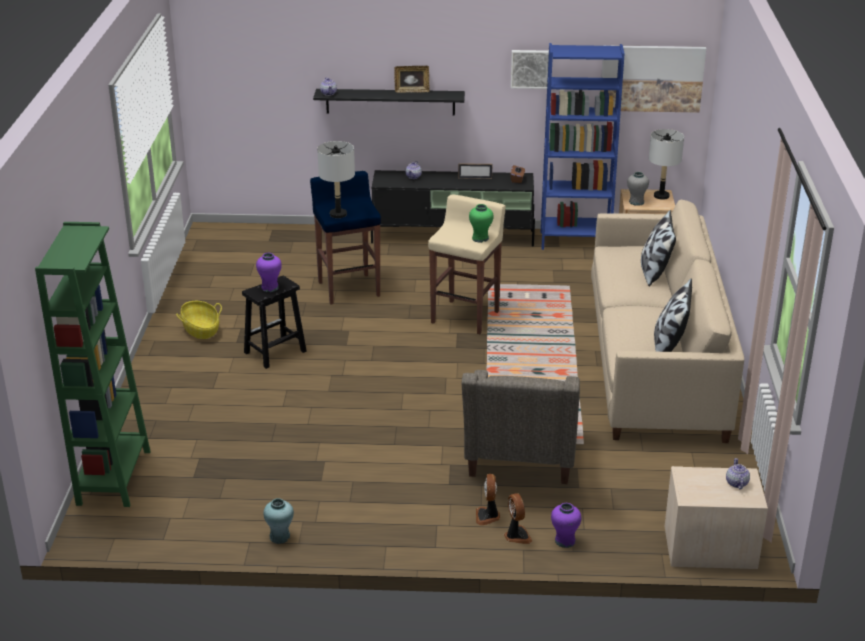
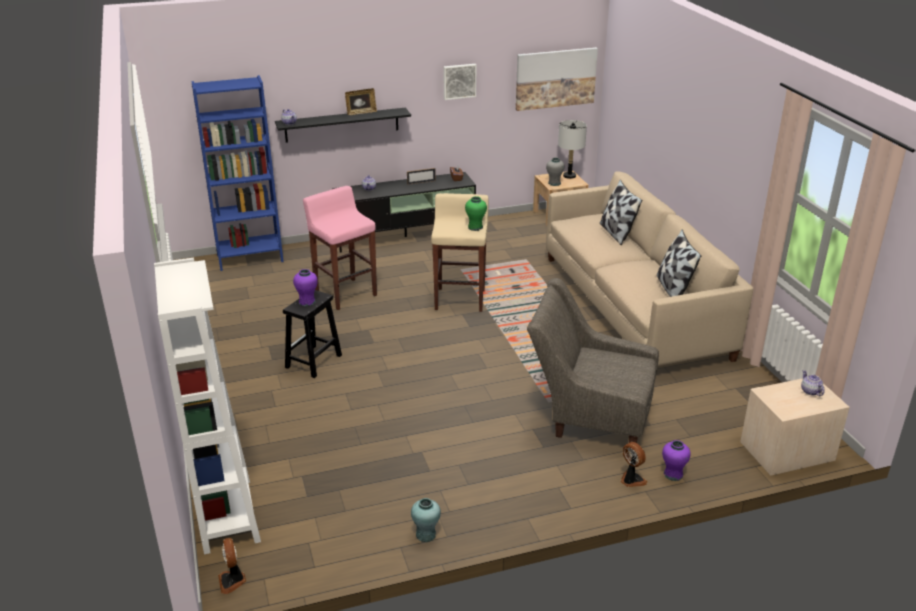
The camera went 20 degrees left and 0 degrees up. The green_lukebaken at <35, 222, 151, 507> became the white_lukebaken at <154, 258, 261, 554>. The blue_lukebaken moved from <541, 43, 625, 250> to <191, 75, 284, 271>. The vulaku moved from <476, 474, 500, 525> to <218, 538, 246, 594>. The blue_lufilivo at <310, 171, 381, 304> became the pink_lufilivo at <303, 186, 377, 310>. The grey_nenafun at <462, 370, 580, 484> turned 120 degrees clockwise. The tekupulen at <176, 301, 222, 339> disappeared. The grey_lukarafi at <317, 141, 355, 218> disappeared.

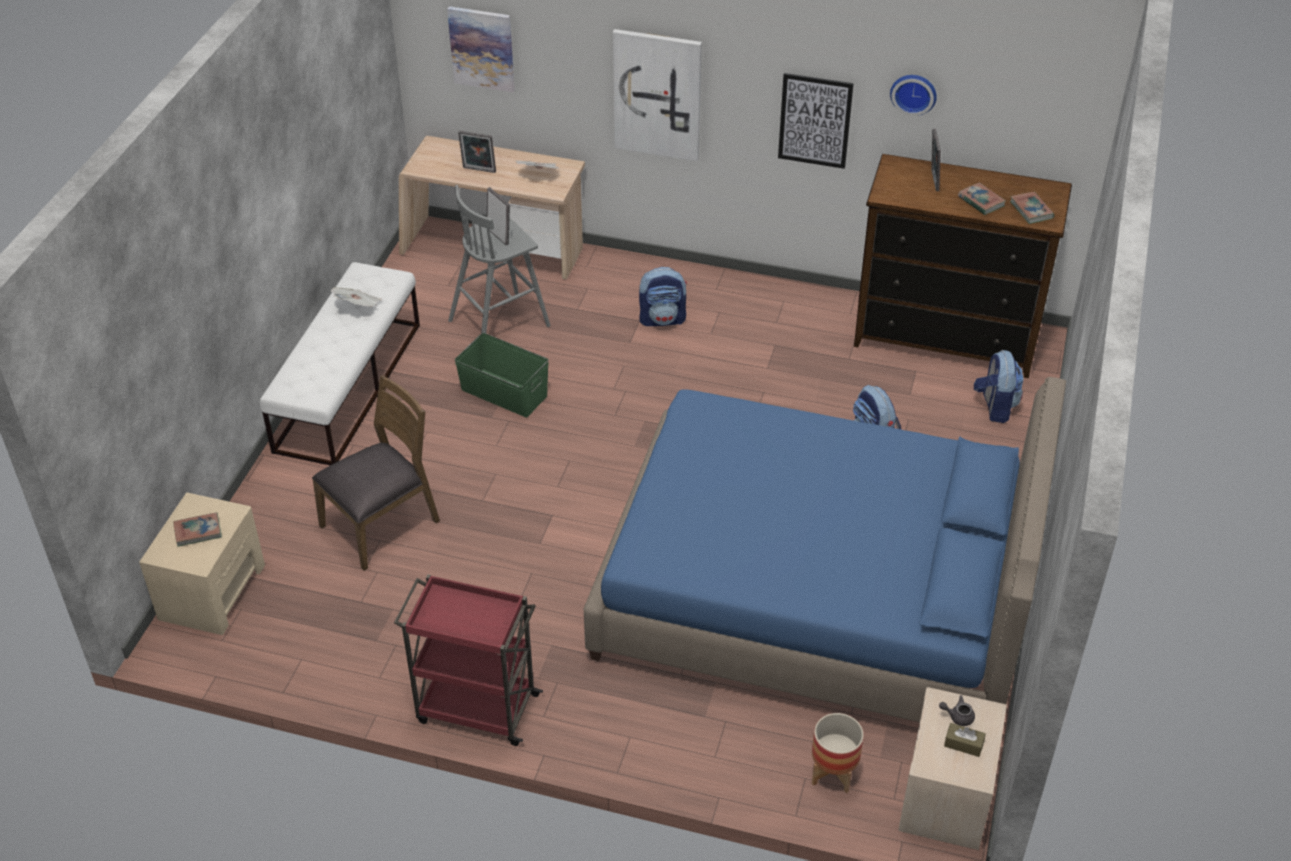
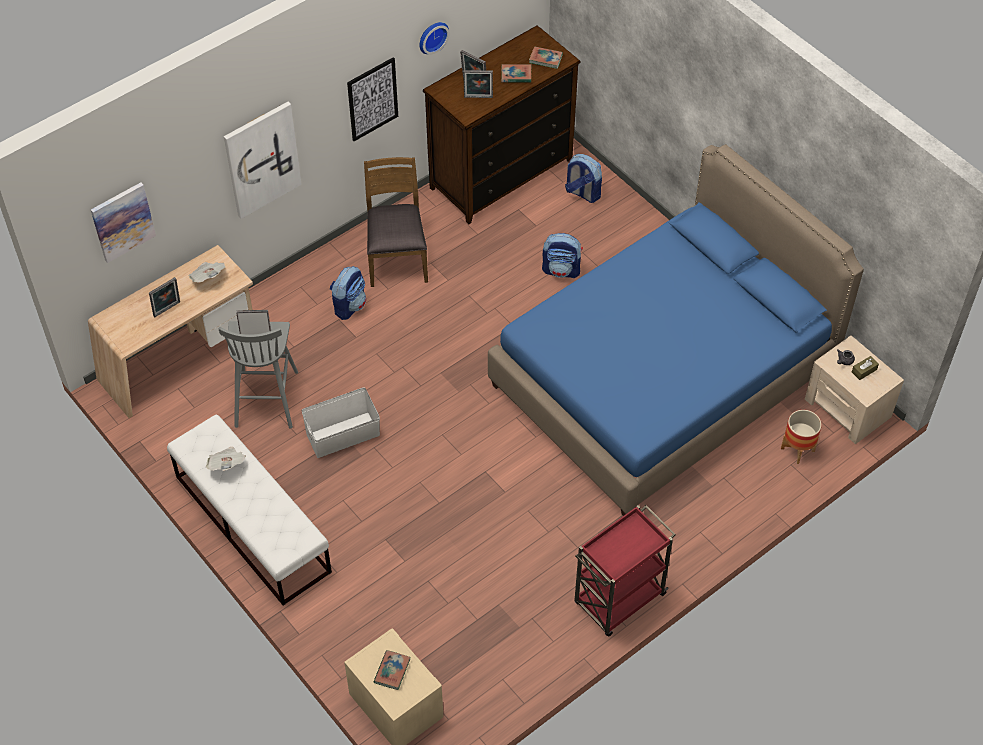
The camera went 55 degrees left and 10 degrees up. The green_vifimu at <455, 333, 549, 417> became the white_vifimu at <301, 387, 380, 458>. The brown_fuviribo moved from <312, 375, 440, 571> to <364, 157, 428, 287>. The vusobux at <463, 70, 493, 98> appeared.

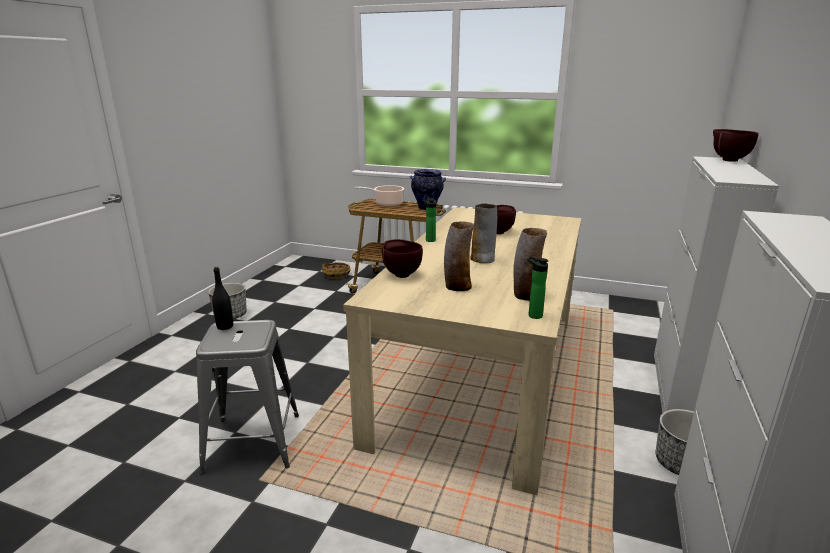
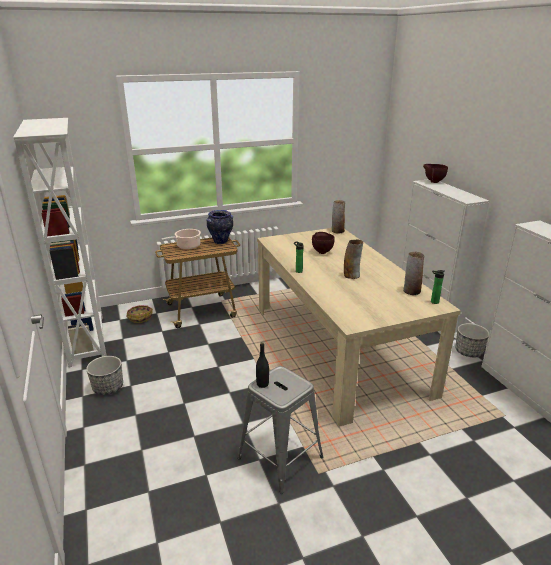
The camera went 40 degrees left and 5 degrees up. The white_lukebaken at <13, 118, 107, 367> appeared. The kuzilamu moved from <444, 221, 474, 291> to <332, 200, 345, 234>. The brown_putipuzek at <382, 239, 423, 278> disappeared.

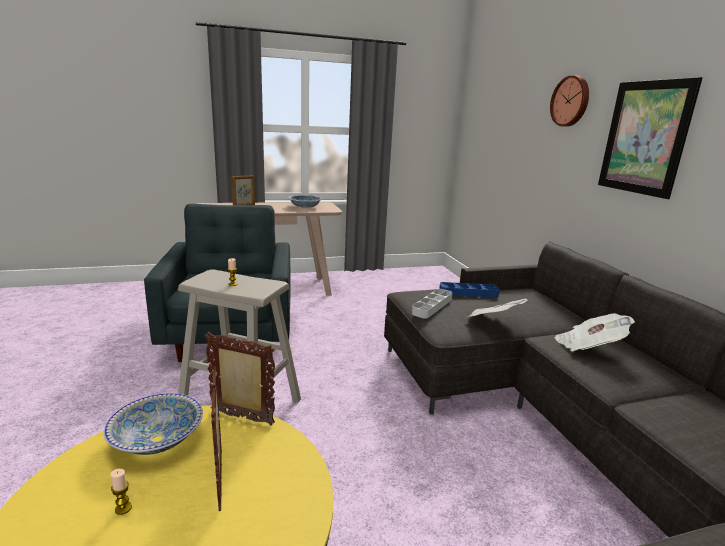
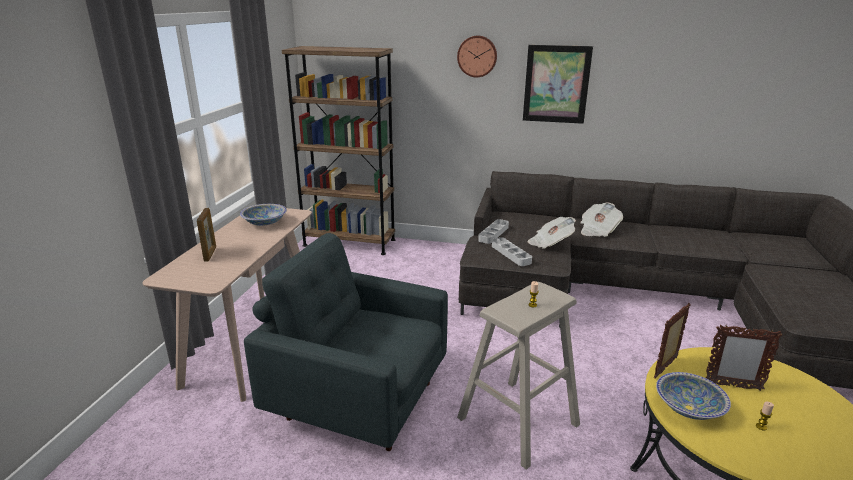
The camera went 60 degrees left and 5 degrees up. The brown_lukebaken at <282, 46, 395, 255> appeared. The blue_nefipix at <439, 282, 500, 298> became the grey_nefipix at <478, 219, 509, 244>.

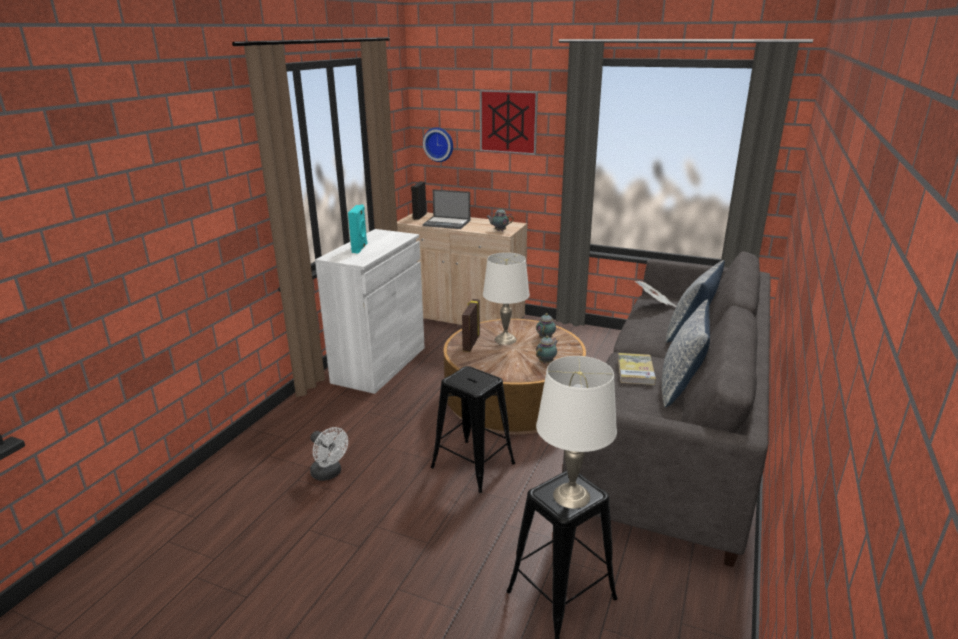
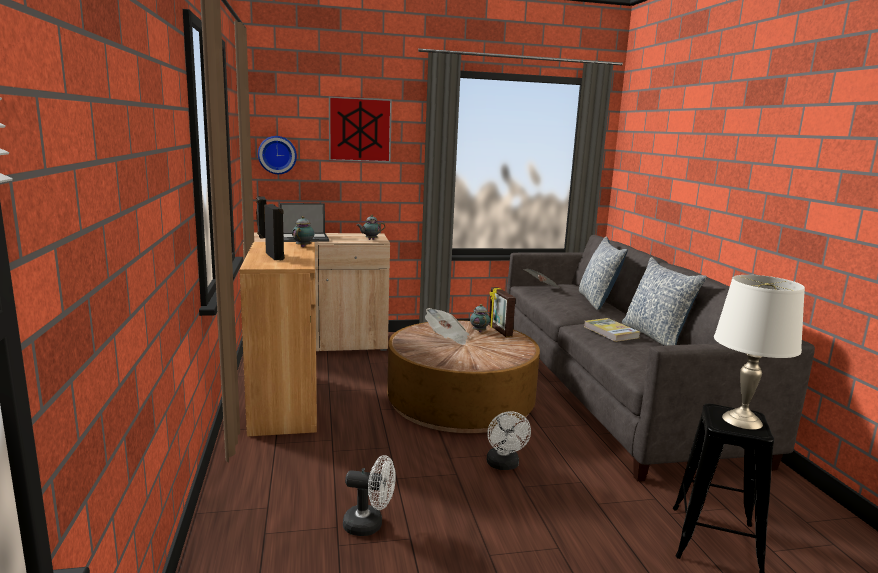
The camera went 35 degrees left and 10 degrees down. The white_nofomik at <315, 229, 425, 394> became the brown_nofomik at <240, 242, 317, 436>. The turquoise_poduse at <348, 205, 367, 254> became the black_poduse at <264, 204, 285, 260>. The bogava moved from <536, 336, 558, 363> to <292, 216, 314, 247>. The white_lukarafi at <483, 252, 530, 345> was replaced by the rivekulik at <425, 308, 469, 345>. The black_lufilivo at <431, 366, 515, 493> was replaced by the white_vulaku at <487, 411, 531, 470>. The vusobux moved from <462, 299, 480, 352> to <489, 287, 515, 337>.

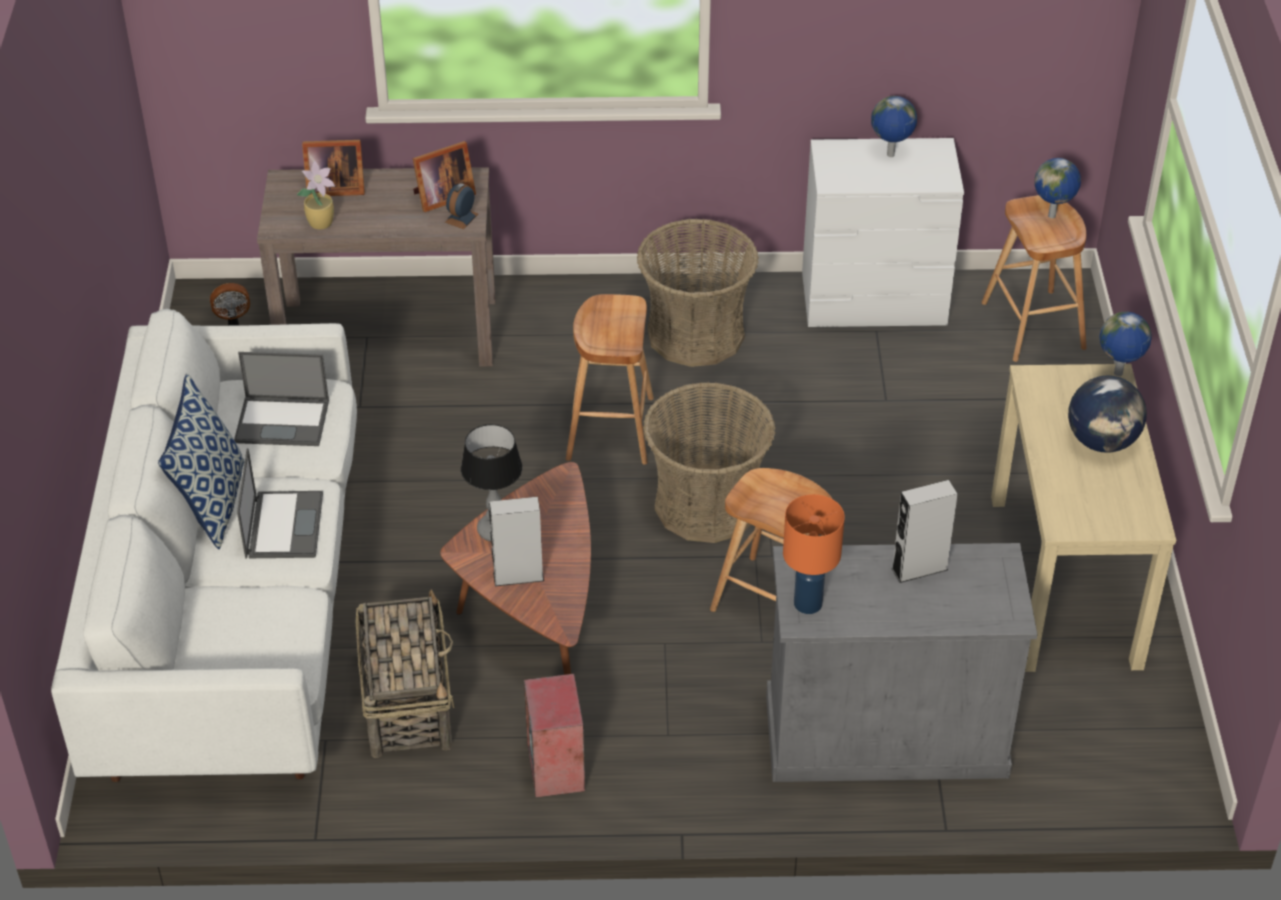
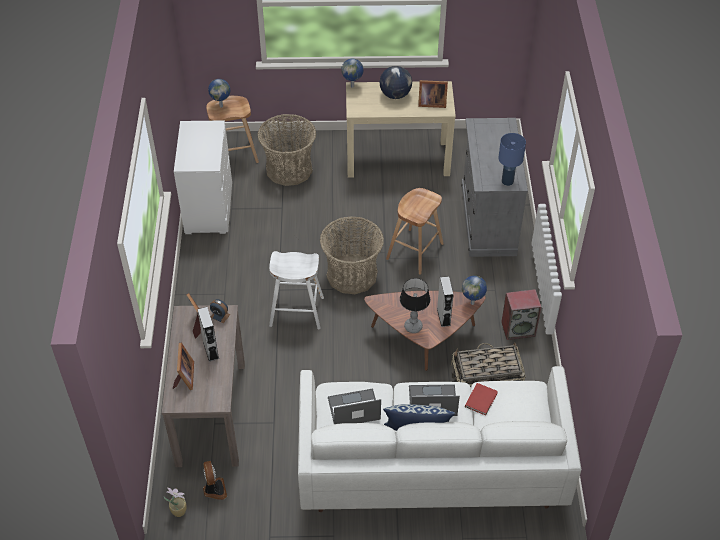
The camera went 90 degrees left and 5 degrees up. The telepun moved from <297, 160, 335, 230> to <164, 488, 187, 517>. The grey_poduse moved from <891, 480, 958, 583> to <197, 307, 219, 362>. The tekupulen moved from <637, 219, 759, 367> to <258, 114, 316, 186>. The brown_lufilivo at <566, 294, 654, 465> became the white_lufilivo at <269, 251, 324, 329>. The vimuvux at <234, 352, 329, 446> turned 105 degrees counterclockwise. The vusobux at <418, 80, 448, 108> appeared. The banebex moved from <871, 96, 917, 157> to <462, 276, 487, 305>. The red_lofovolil at <465, 383, 498, 416> appeared. The orange_lukarafi at <783, 494, 845, 614> became the blue_lukarafi at <498, 133, 526, 186>.

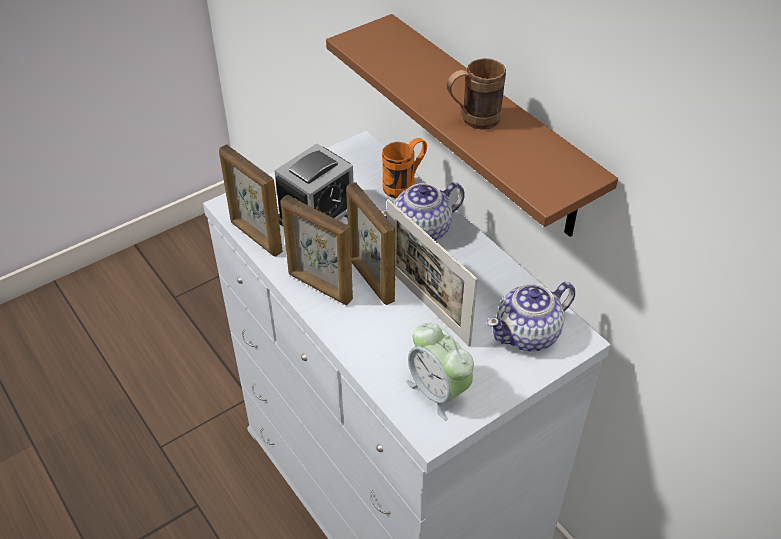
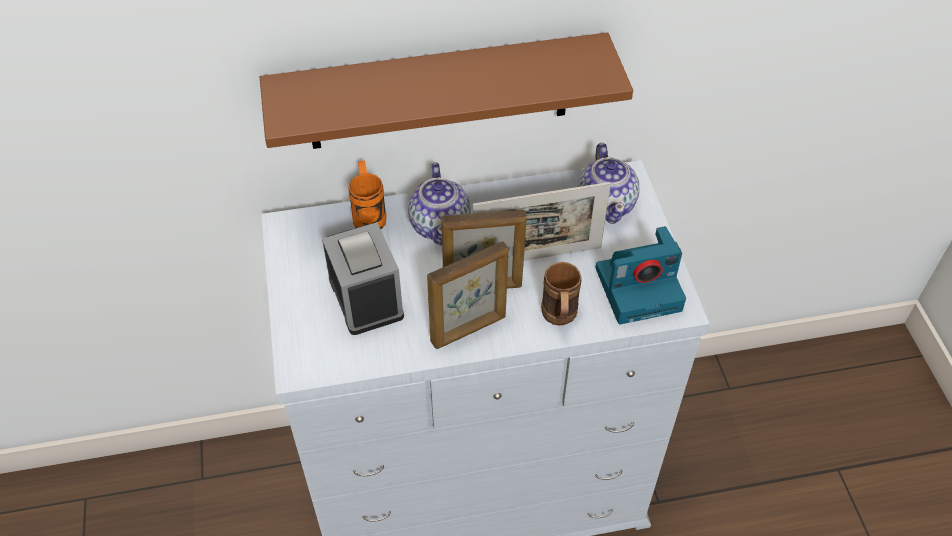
The camera went 65 degrees left and 5 degrees up. The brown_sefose moved from <447, 58, 506, 130> to <541, 262, 581, 325>. The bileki at <406, 323, 474, 420> was replaced by the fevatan at <596, 226, 686, 324>. The vusobux at <219, 144, 283, 257> disappeared.

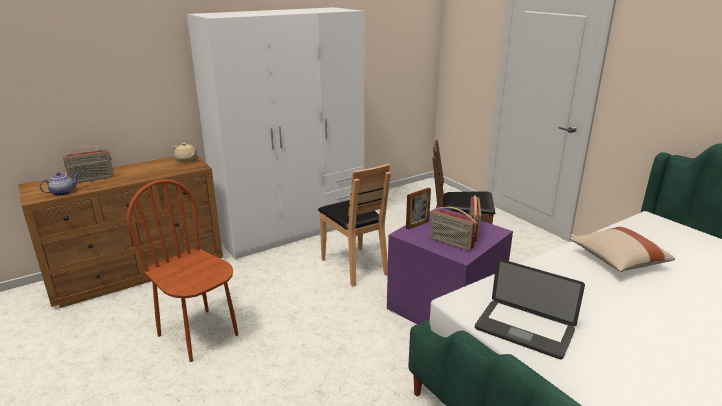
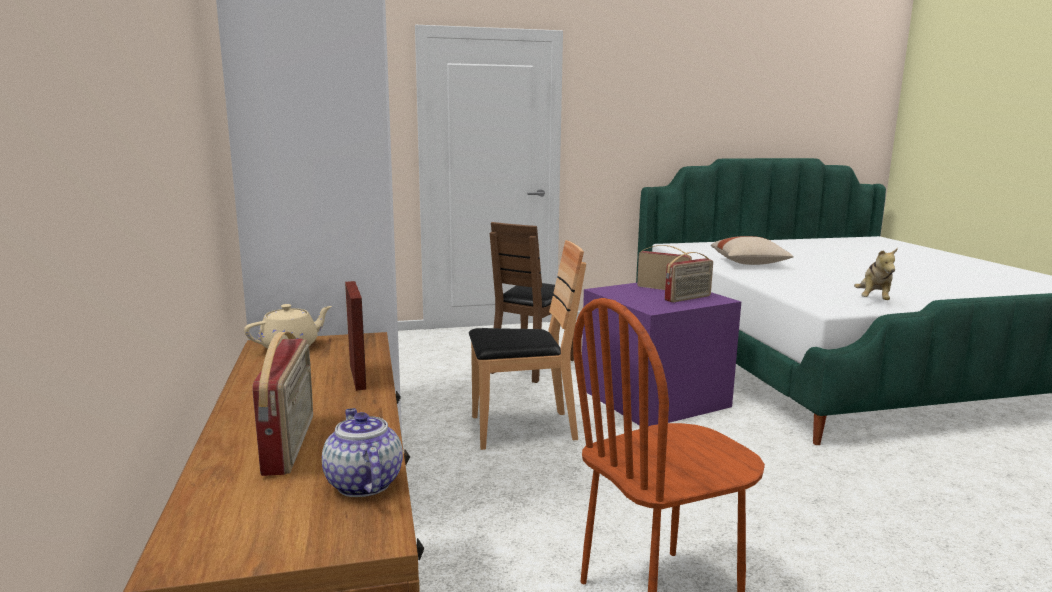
The camera went 70 degrees left and 10 degrees down. The vusobux moved from <406, 188, 431, 230> to <345, 281, 366, 391>. The vimuvux at <475, 259, 585, 359> was replaced by the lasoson at <854, 248, 898, 300>.

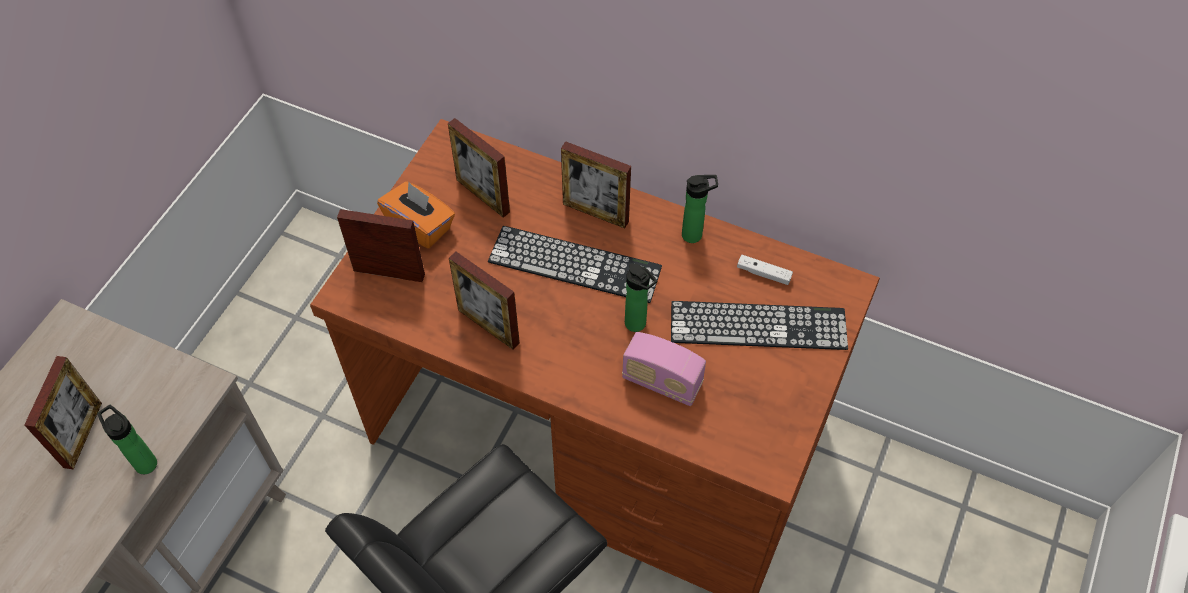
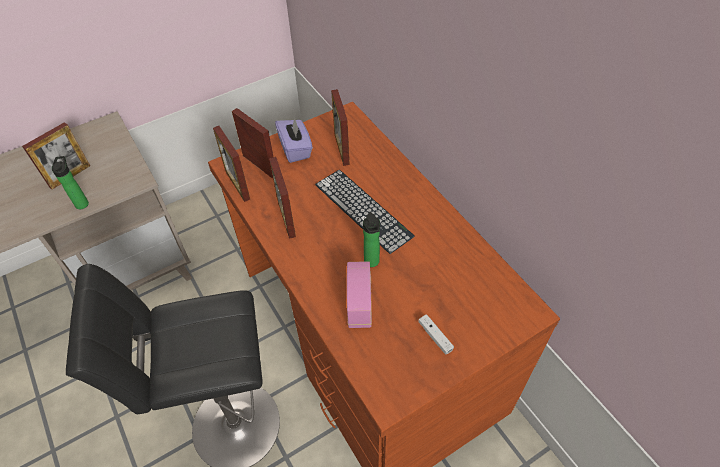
The camera went 35 degrees right and 5 degrees down. The vusobux moved from <561, 141, 631, 228> to <213, 126, 250, 202>. The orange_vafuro at <377, 182, 455, 249> became the purple_vafuro at <275, 118, 313, 163>. The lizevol at <622, 332, 706, 406> turned 150 degrees counterclockwise. The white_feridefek moved from <737, 255, 793, 285> to <418, 314, 454, 354>. The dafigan at <671, 301, 848, 350> disappeared. The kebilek at <682, 175, 718, 243> disappeared.

